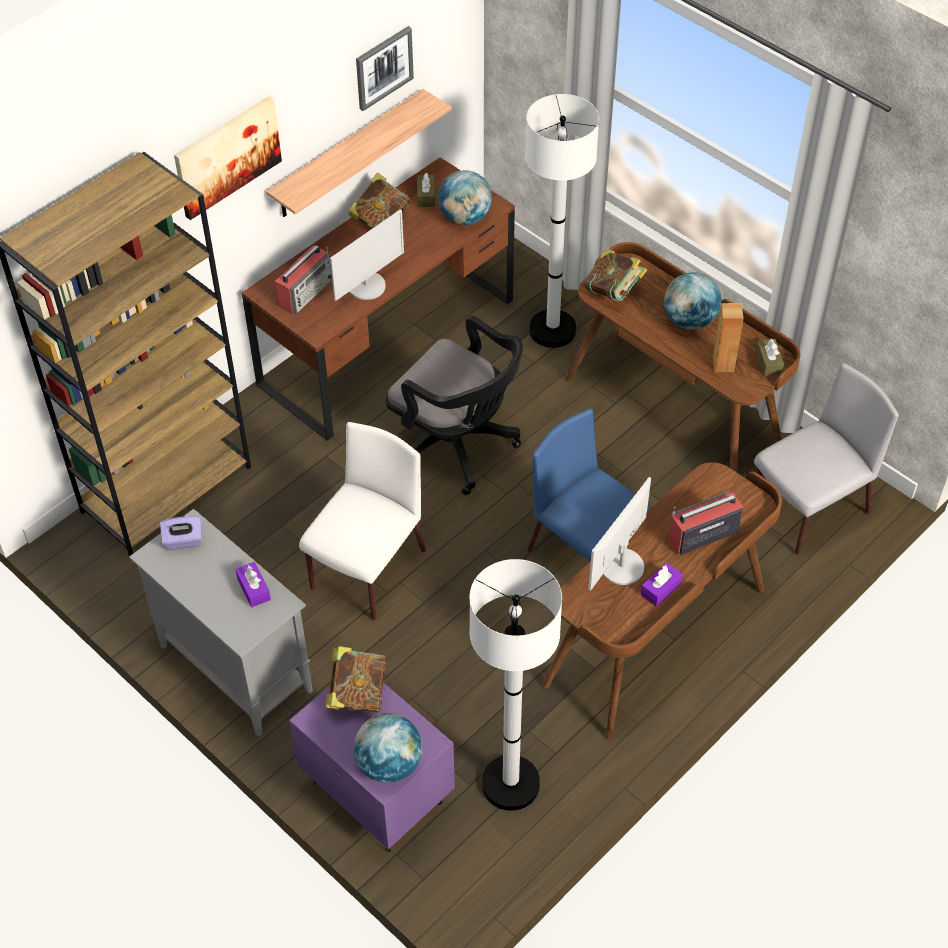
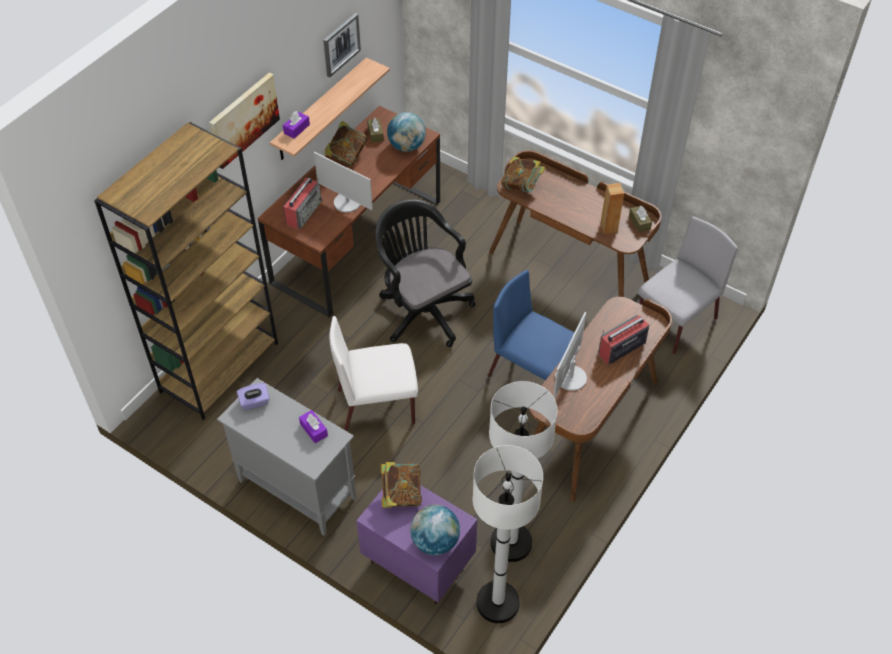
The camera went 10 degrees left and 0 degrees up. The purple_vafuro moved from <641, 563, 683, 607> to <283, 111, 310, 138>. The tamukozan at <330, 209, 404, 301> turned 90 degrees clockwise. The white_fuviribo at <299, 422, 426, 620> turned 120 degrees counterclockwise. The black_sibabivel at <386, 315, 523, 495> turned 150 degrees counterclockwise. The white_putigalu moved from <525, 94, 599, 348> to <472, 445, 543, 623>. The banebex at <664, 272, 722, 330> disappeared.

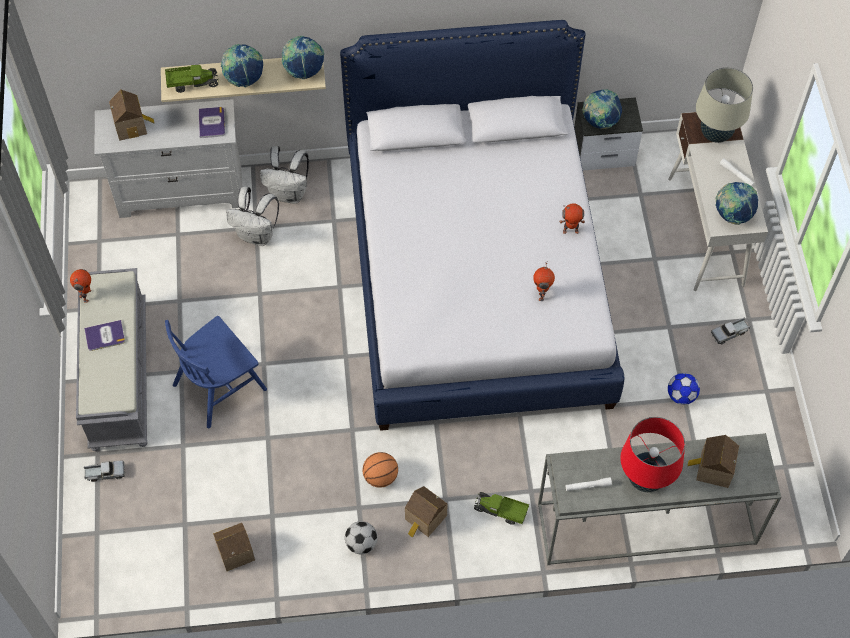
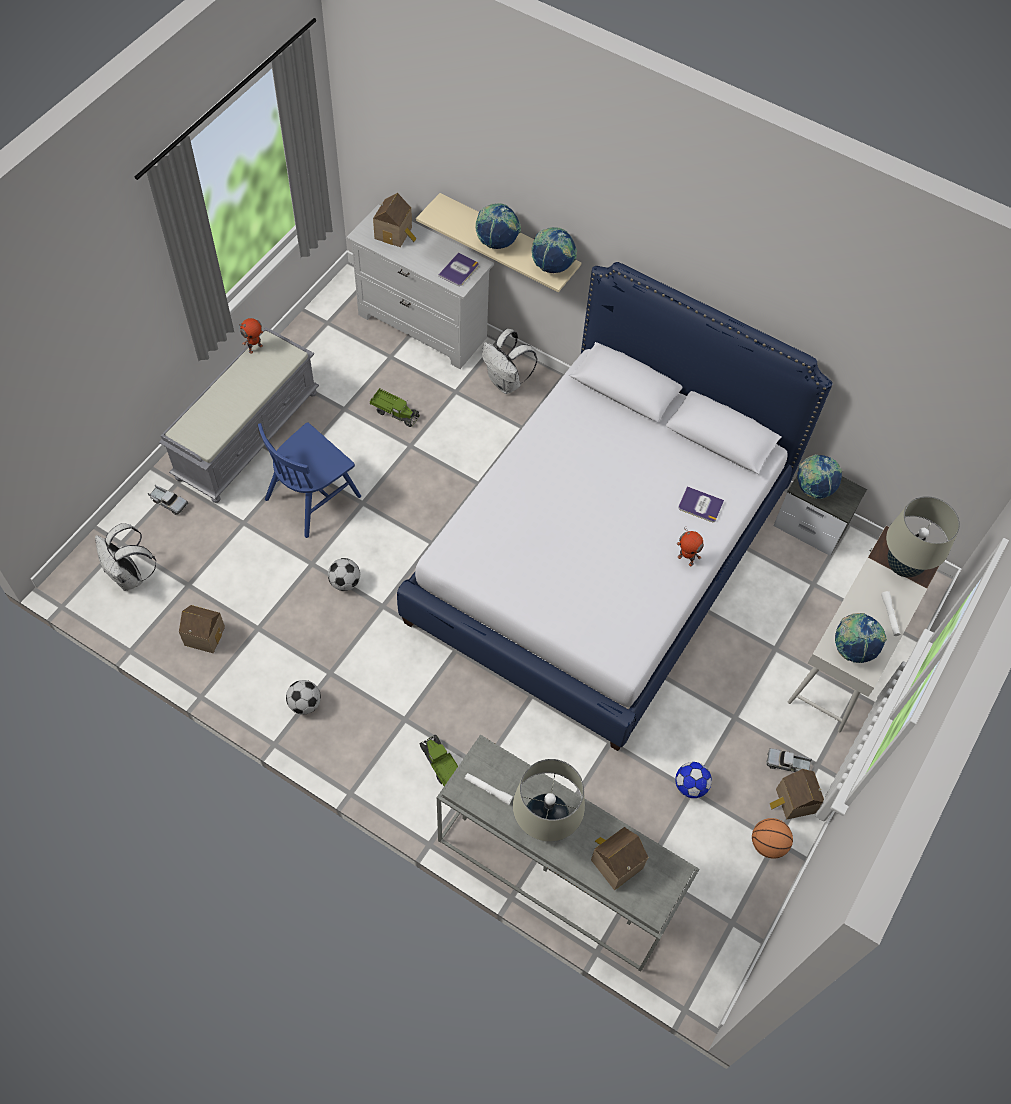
The camera went 35 degrees right and 0 degrees up. The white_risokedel moved from <226, 187, 279, 246> to <95, 523, 156, 591>. The blue_fuviribo at <165, 316, 267, 428> turned 45 degrees counterclockwise. The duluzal at <328, 558, 360, 591> appeared. The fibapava moved from <165, 63, 219, 93> to <370, 388, 420, 427>. The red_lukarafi at <620, 417, 685, 492> became the beige_lukarafi at <513, 759, 585, 841>. The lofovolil moved from <84, 320, 125, 351> to <678, 486, 724, 522>. The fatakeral moved from <362, 452, 398, 488> to <752, 818, 793, 859>. The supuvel moved from <405, 486, 448, 538> to <769, 769, 824, 820>. The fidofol at <533, 261, 555, 301> disappeared.

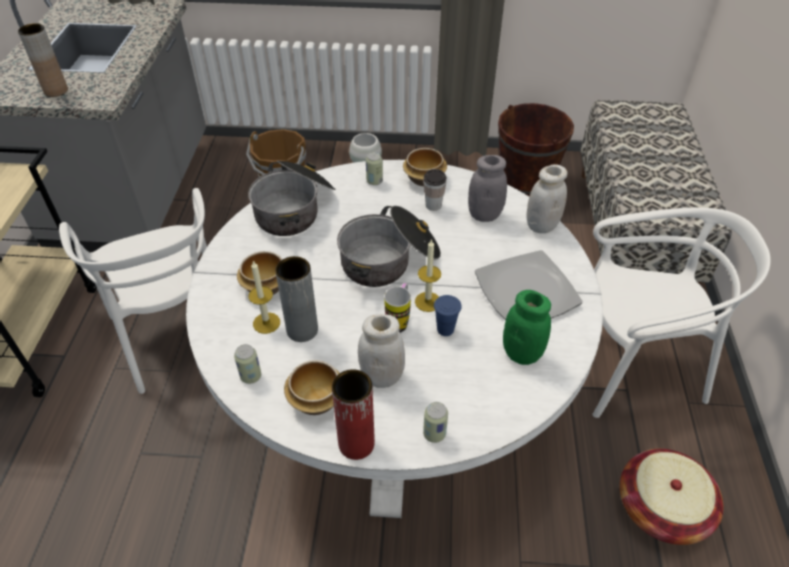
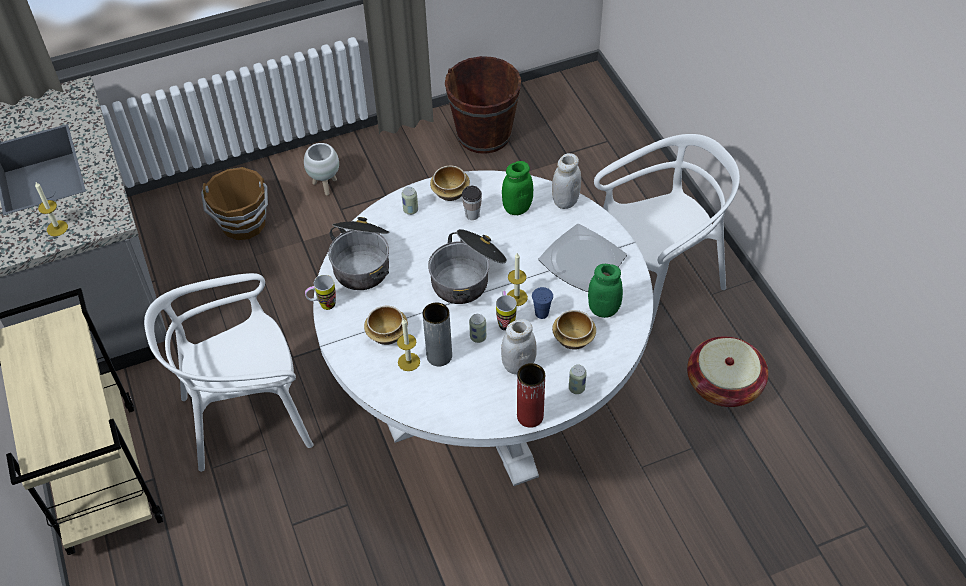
The camera went 25 degrees left and 5 degrees up. The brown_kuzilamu at <18, 23, 68, 97> was replaced by the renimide at <35, 182, 68, 236>. The white_fuviribo at <59, 188, 207, 394> turned 120 degrees clockwise. The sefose at <305, 275, 336, 310> appeared. The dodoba moved from <234, 344, 261, 384> to <469, 314, 486, 343>. The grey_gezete at <468, 155, 507, 222> became the green_gezete at <502, 161, 533, 215>. The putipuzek moved from <284, 360, 339, 415> to <552, 310, 596, 350>. The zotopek at <581, 100, 732, 284> disappeared.

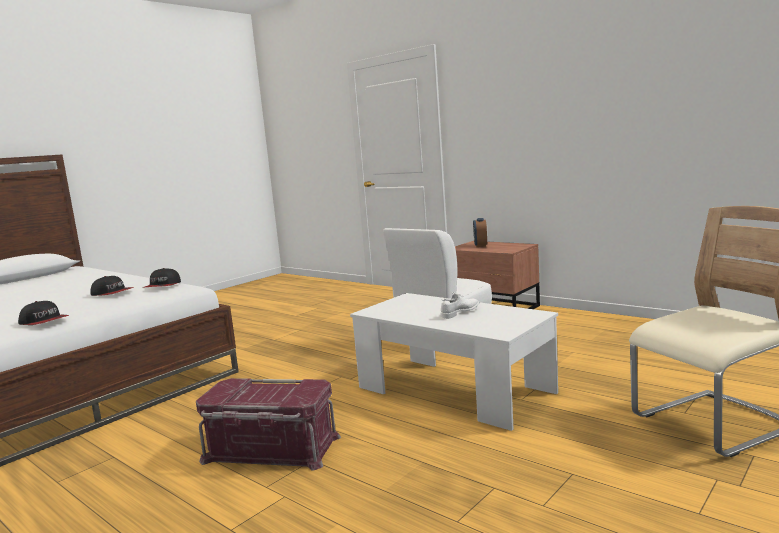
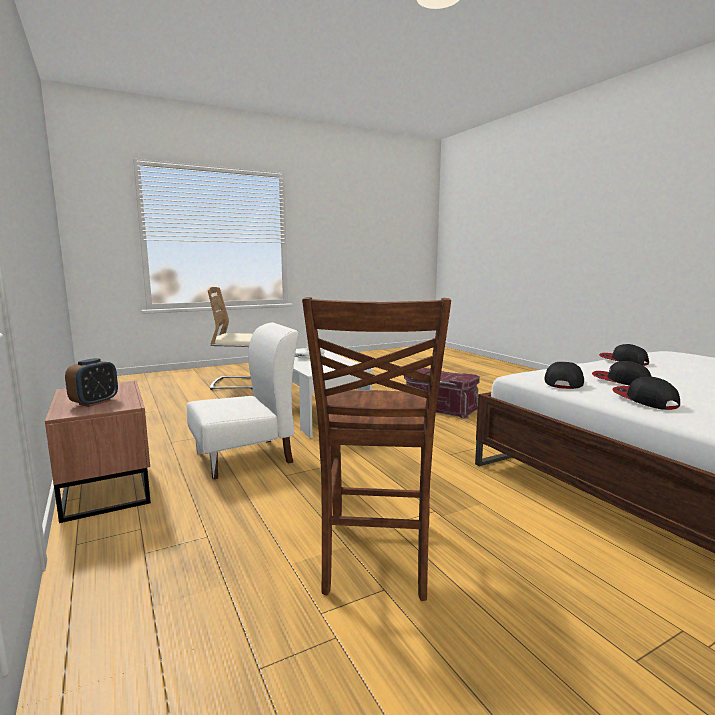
The camera went 160 degrees left and 0 degrees up. The brown_fuviribo at <302, 297, 451, 601> appeared. The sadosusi at <612, 377, 680, 410> appeared.

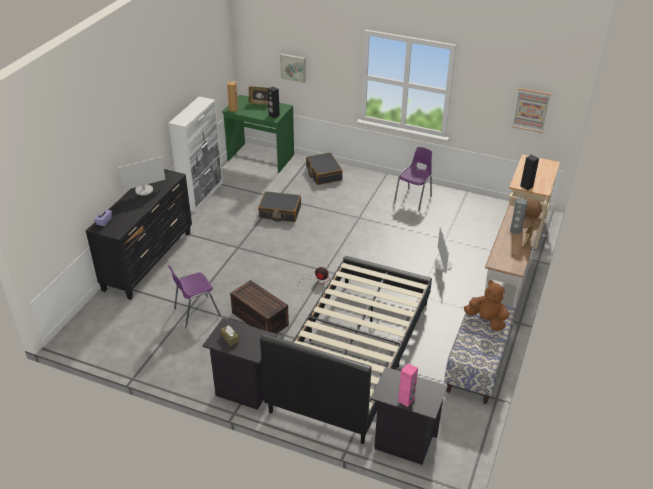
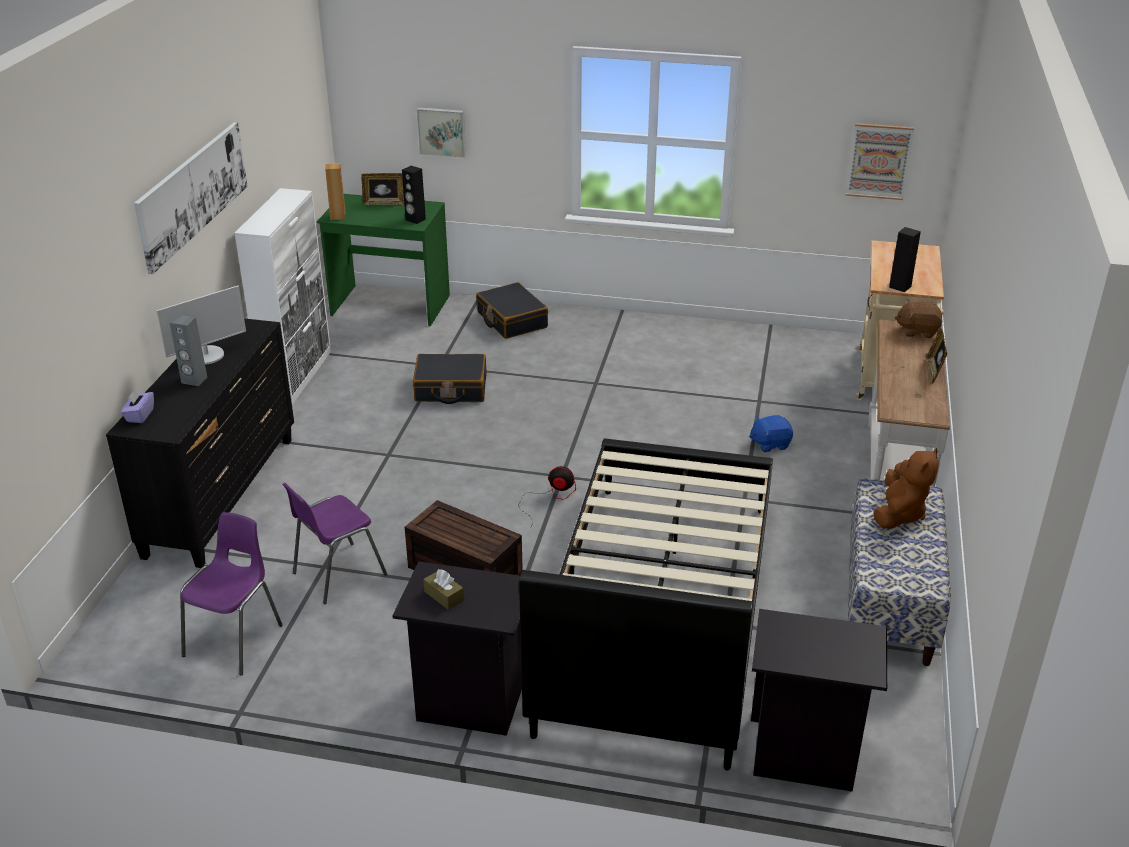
The camera went 10 degrees left and 5 degrees down. The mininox at <134, 122, 248, 275> appeared. The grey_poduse moved from <510, 198, 528, 235> to <170, 315, 207, 386>. The purple_fuviribo moved from <394, 147, 432, 212> to <180, 512, 283, 675>. The tamukozan at <435, 227, 452, 273> was replaced by the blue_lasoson at <749, 415, 793, 452>. The brown_lasoson at <464, 280, 509, 331> turned 90 degrees clockwise. The pink_poduse at <398, 363, 418, 407> disappeared.

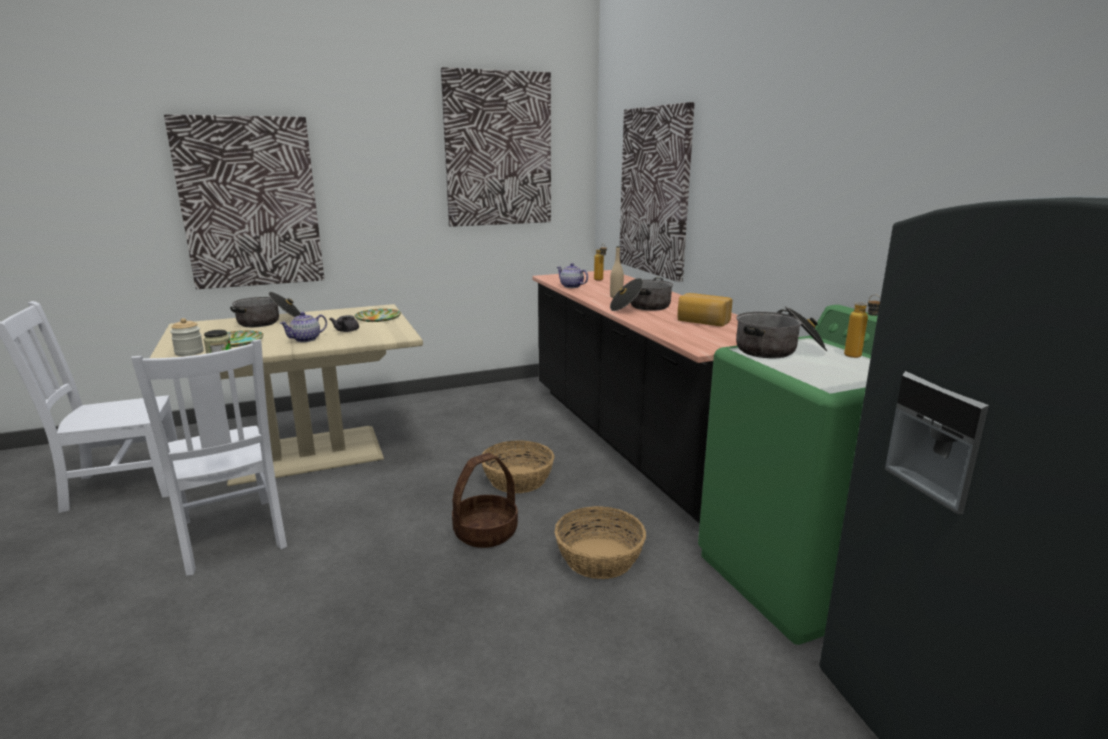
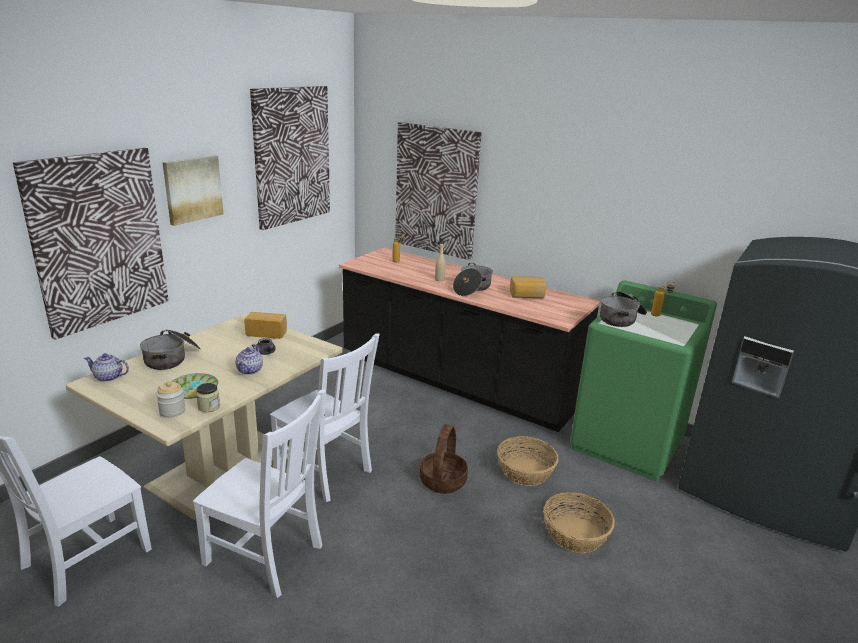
The camera went 35 degrees left and 5 degrees up. The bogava moved from <557, 263, 588, 288> to <84, 353, 129, 382>. The mininox at <162, 155, 223, 226> appeared. The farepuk at <355, 309, 401, 322> was replaced by the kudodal at <244, 312, 287, 339>. The white_fuviribo at <270, 333, 379, 502> appeared. The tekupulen moved from <482, 440, 554, 493> to <543, 492, 615, 553>.

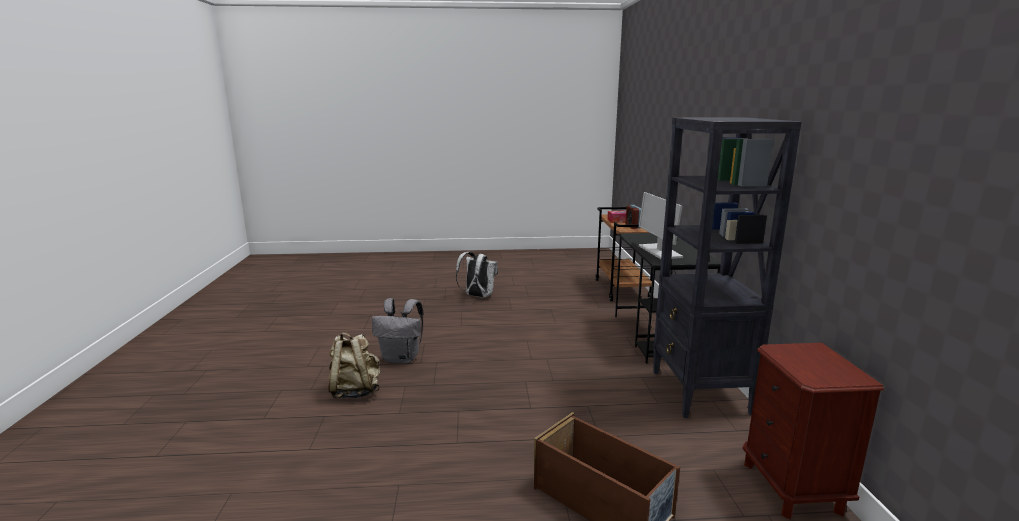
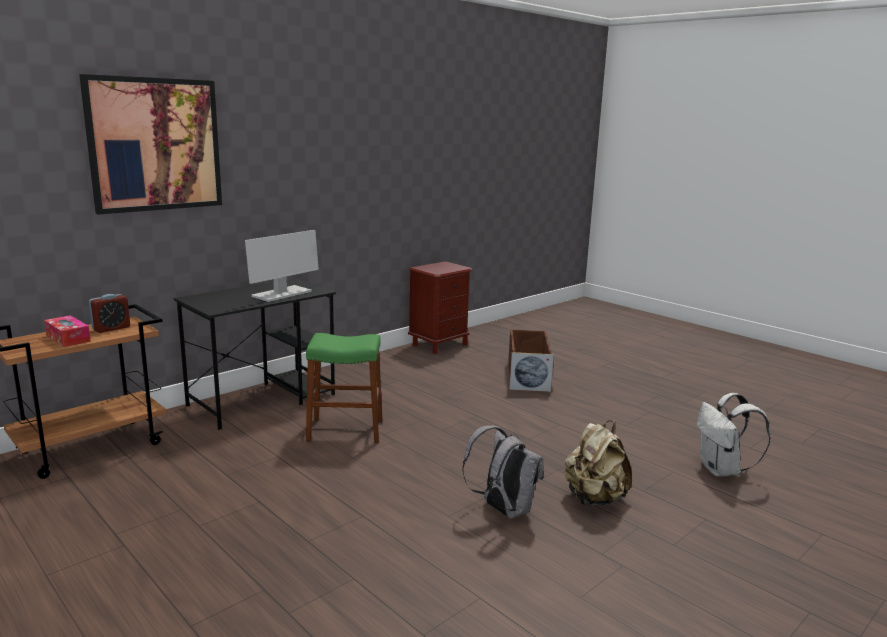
The camera went 130 degrees left and 0 degrees up. The mininox at <79, 74, 222, 215> appeared. The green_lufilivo at <306, 333, 382, 443> appeared. The white_risokedel moved from <456, 252, 498, 298> to <697, 393, 771, 477>. The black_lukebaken at <653, 117, 802, 418> disappeared.

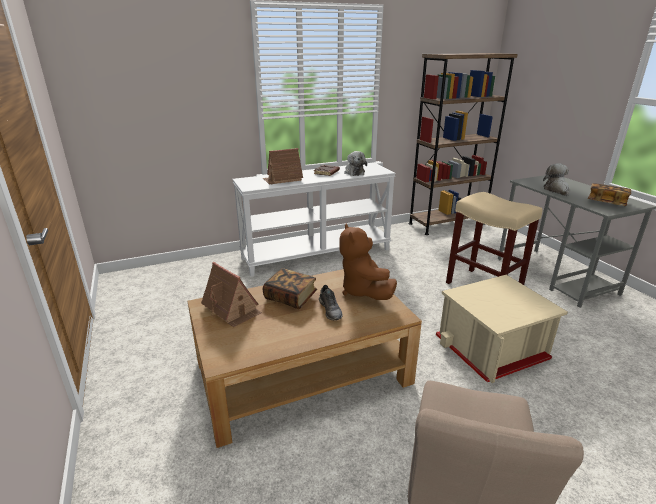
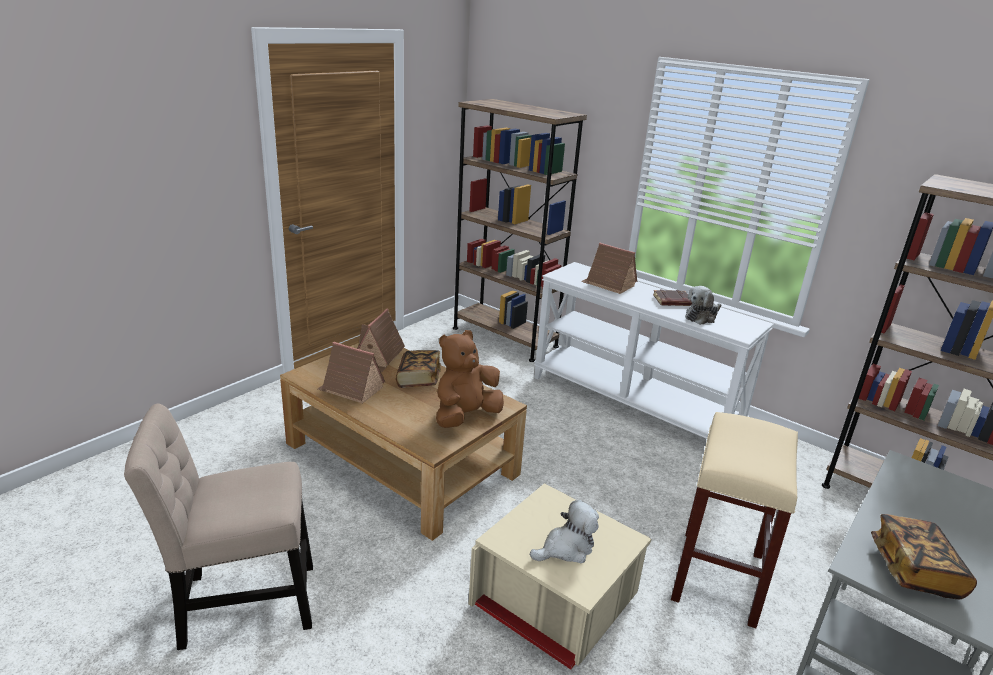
The camera went 60 degrees right and 0 degrees up. The supuvel at <318, 342, 385, 404> appeared. The brown_lukebaken at <453, 99, 587, 362> appeared. The lasoson moved from <543, 164, 569, 196> to <530, 500, 599, 563>. The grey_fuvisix at <319, 285, 343, 320> disappeared.

